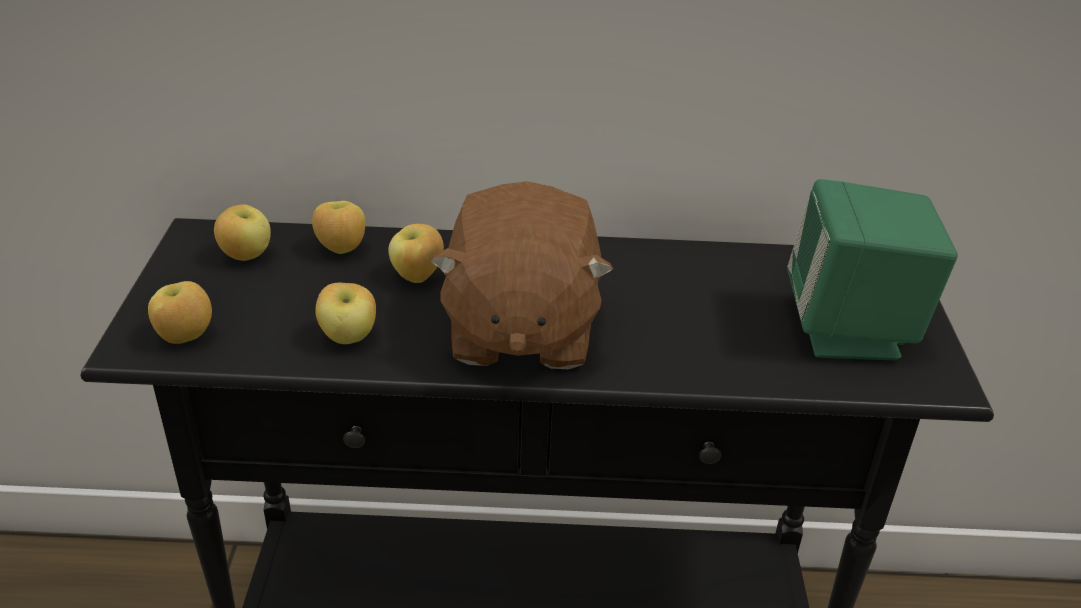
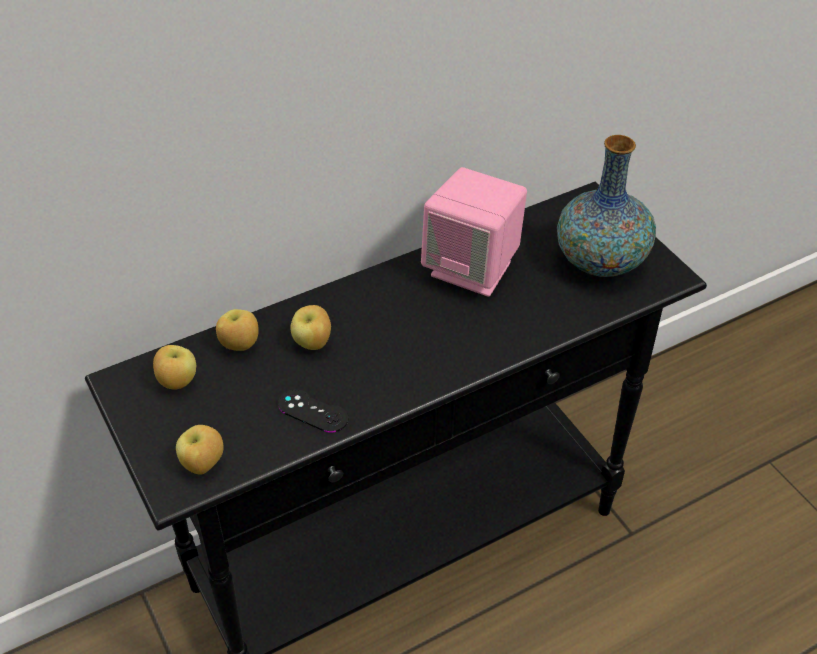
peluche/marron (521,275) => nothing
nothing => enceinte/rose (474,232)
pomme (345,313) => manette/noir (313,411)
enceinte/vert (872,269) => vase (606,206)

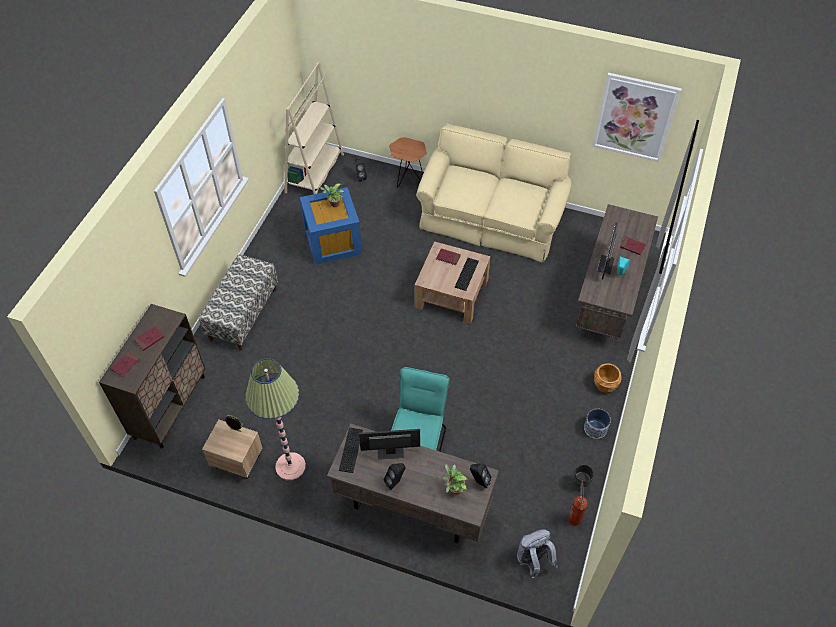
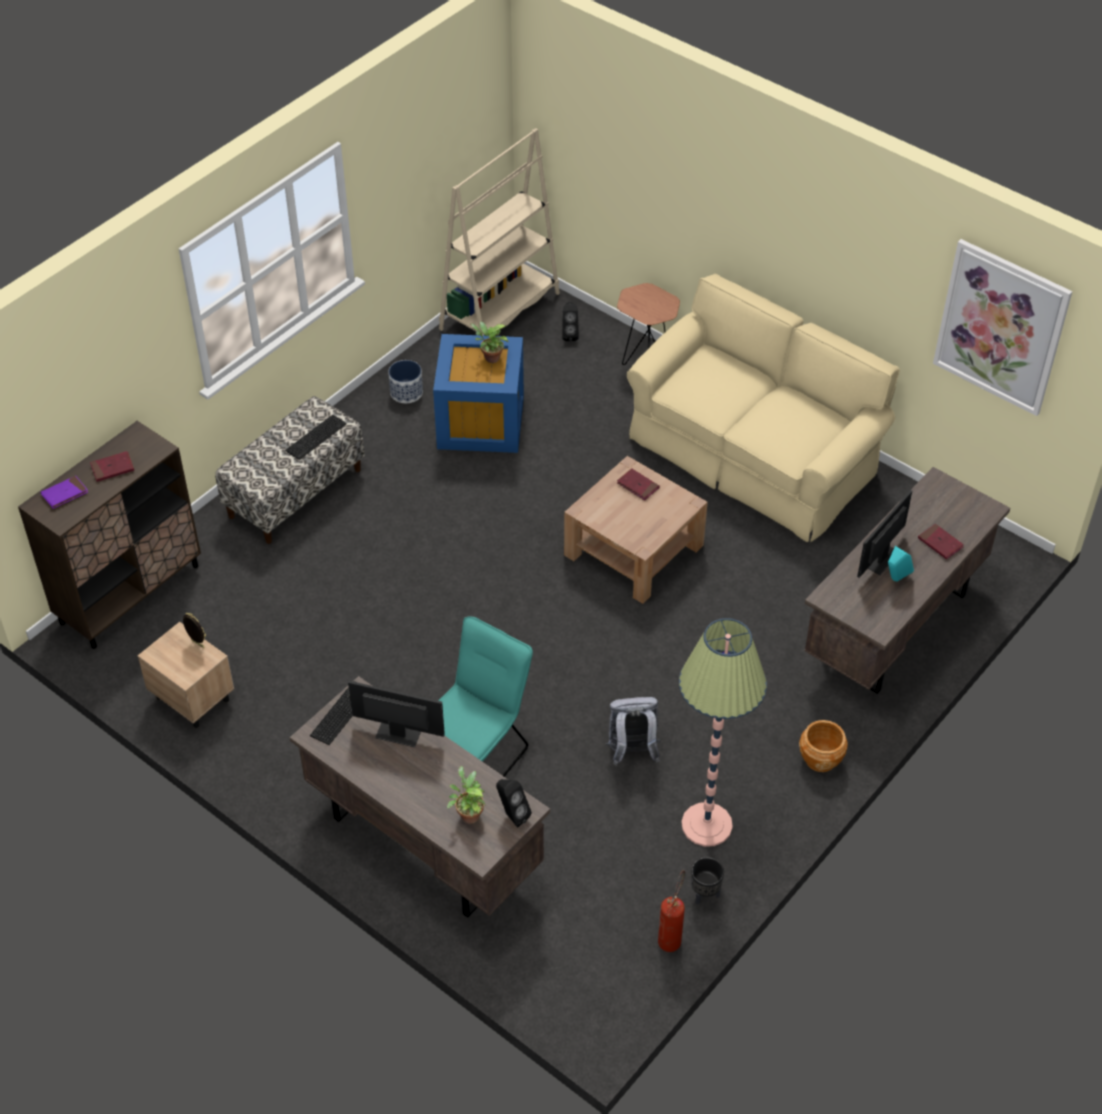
enceinte/noir (394,476) => nothing
lampadaire (275,419) => lampadaire (723,732), moved
clavier (467,274) => clavier (315,437), moved
sac à dos/gris (537,554) => sac à dos/gris (633,731), moved
cache-pot (597,424) => cache-pot (405,381), moved
livre/rouge (125,364) => livre/violet (64,492)

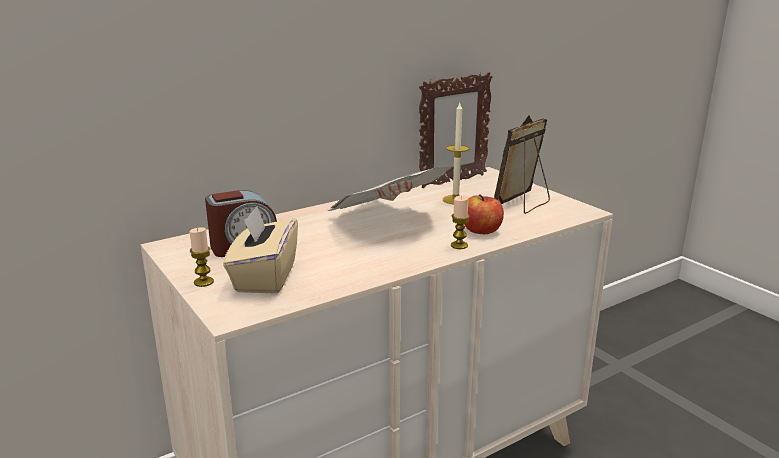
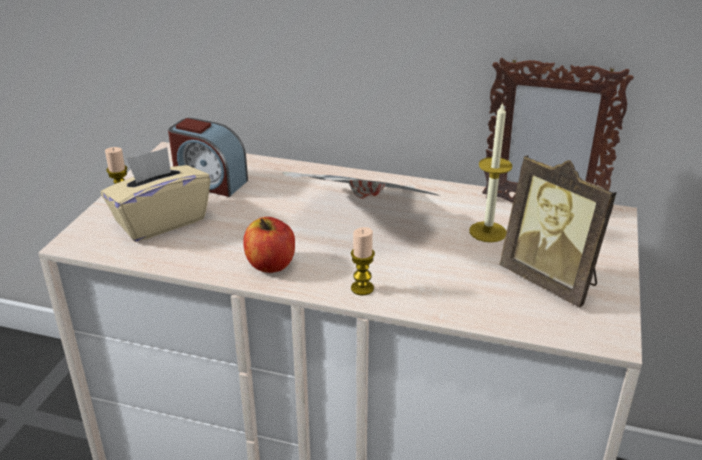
pomme (484,214) => pomme (269,245), moved
cadre photo (522,164) => cadre photo (558,231), 135 degrees counterclockwise

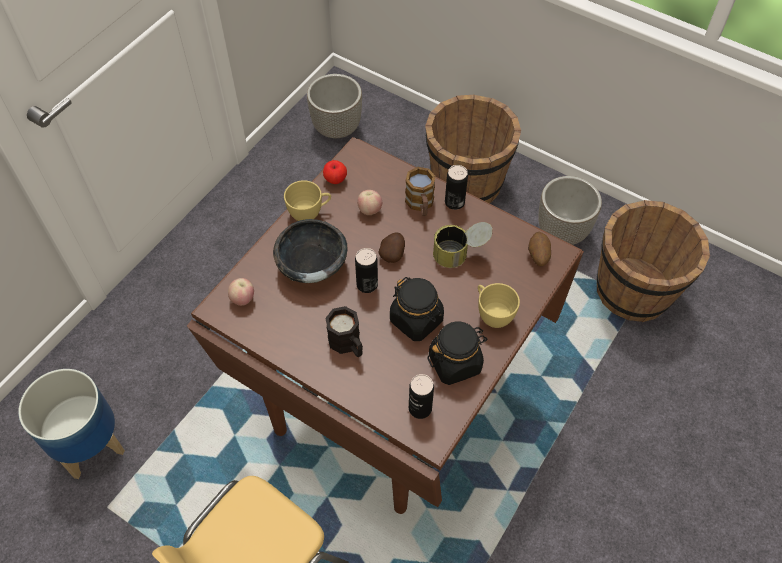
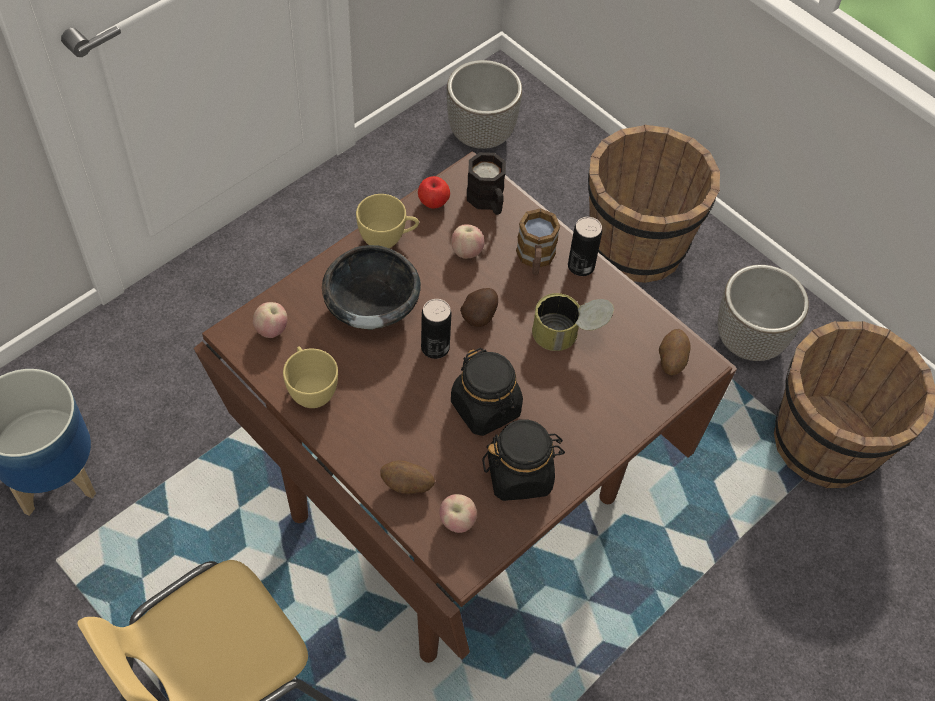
nothing => pomme de terre (407,477)
mug/noir (344,331) => mug/noir (486,183), moved
tasse/jaune (499,305) => tasse/jaune (310,377), moved
boîte métallique (421,396) => pomme (458,513)

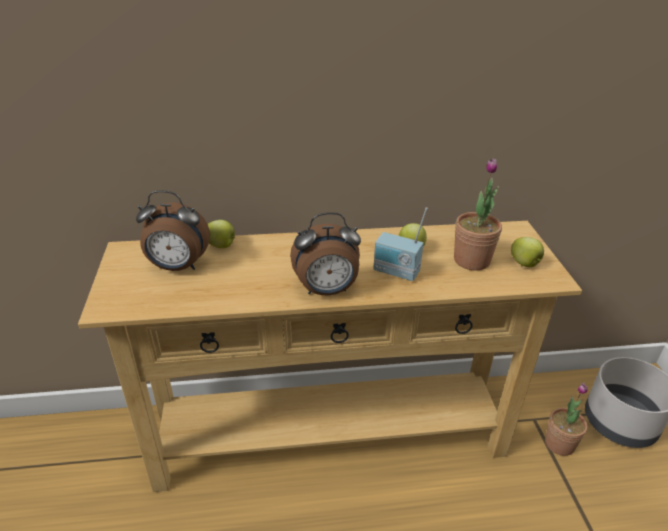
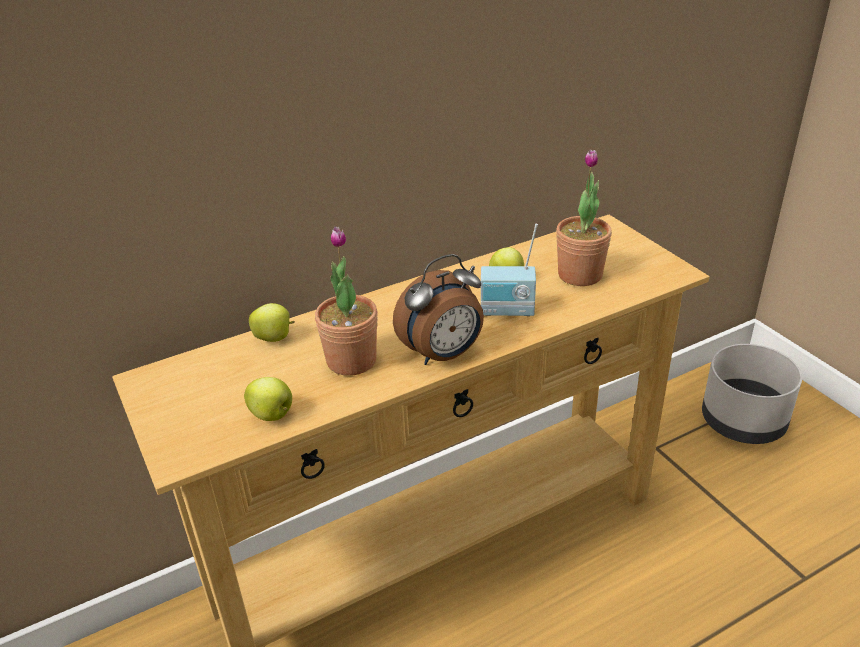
réveil (173,230) => nothing
pomme (527,252) => pomme (268,399), moved
plante en pot (566,419) => plante en pot (346,301), moved

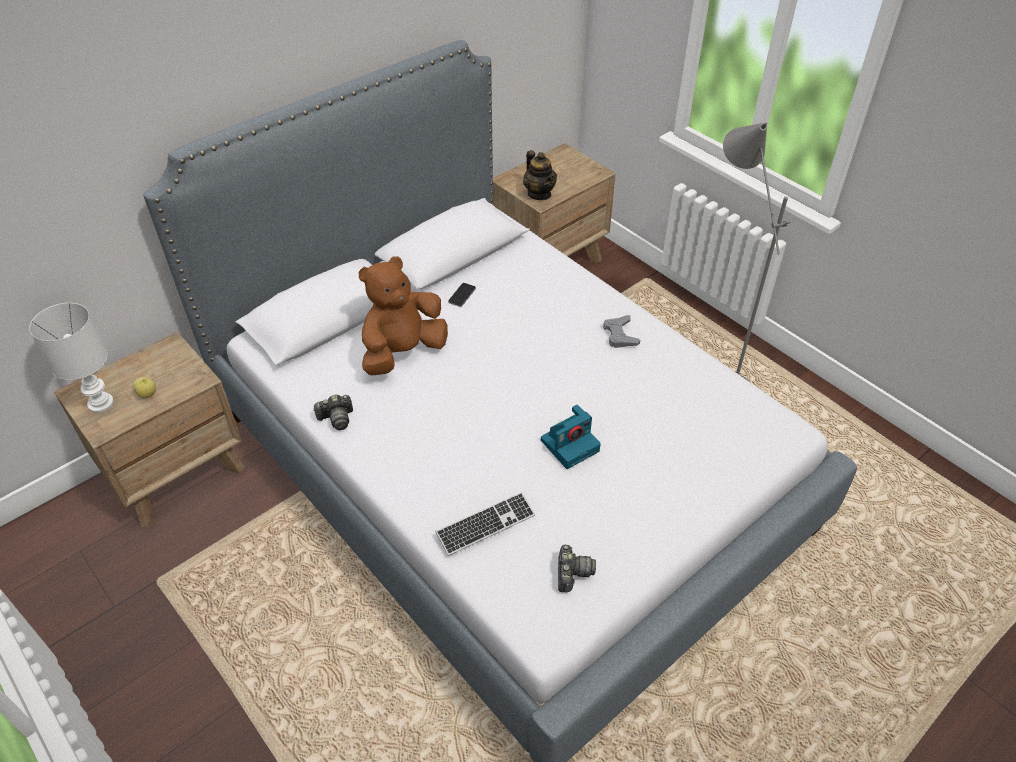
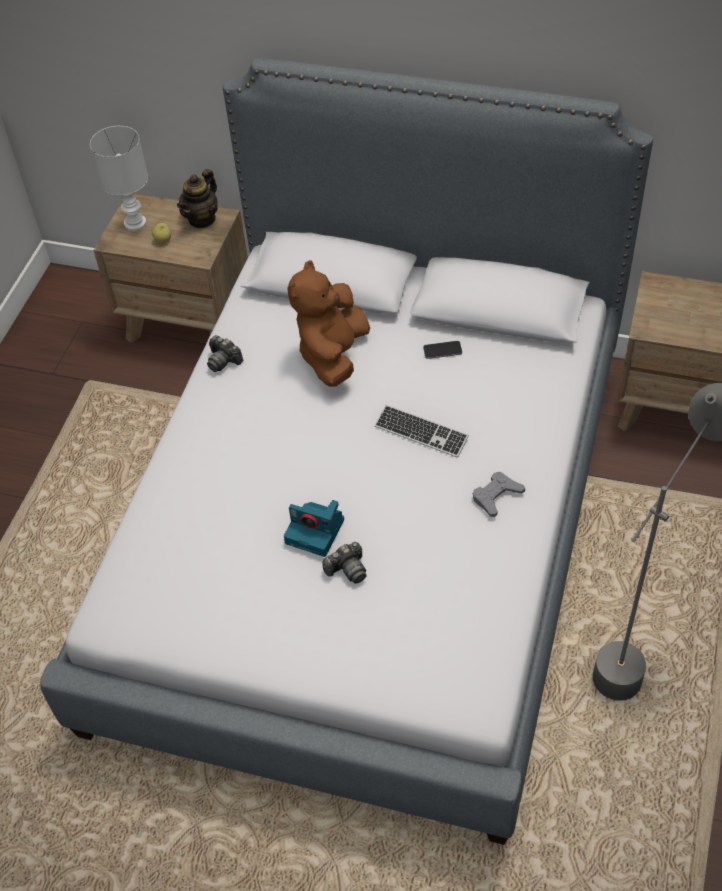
clavier (485,524) => clavier (422,431), moved
théière (540,175) => théière (197,198), moved
appareil photo (577,568) => appareil photo (344,563), moved
peluche/marron (403,316) => peluche/marron (328,323), 90 degrees counterclockwise

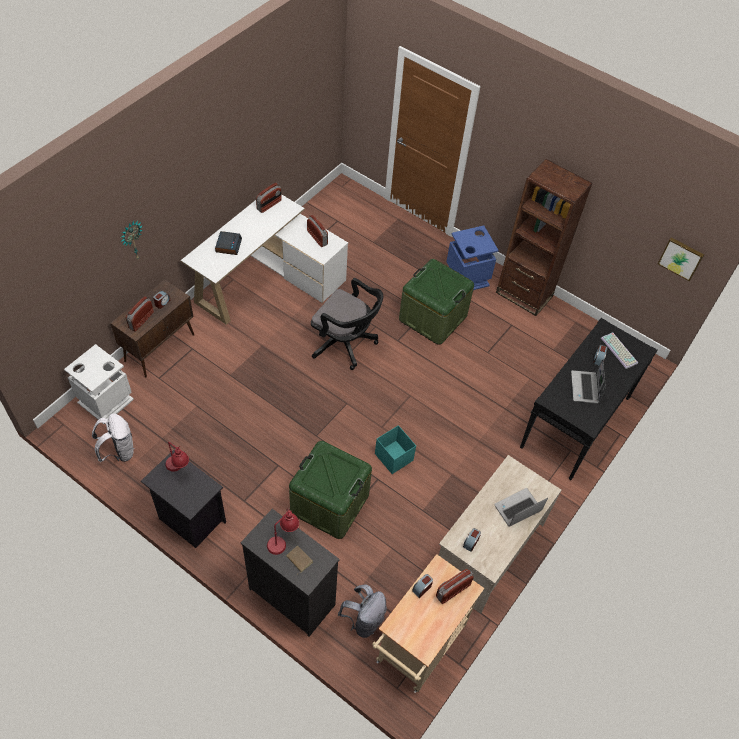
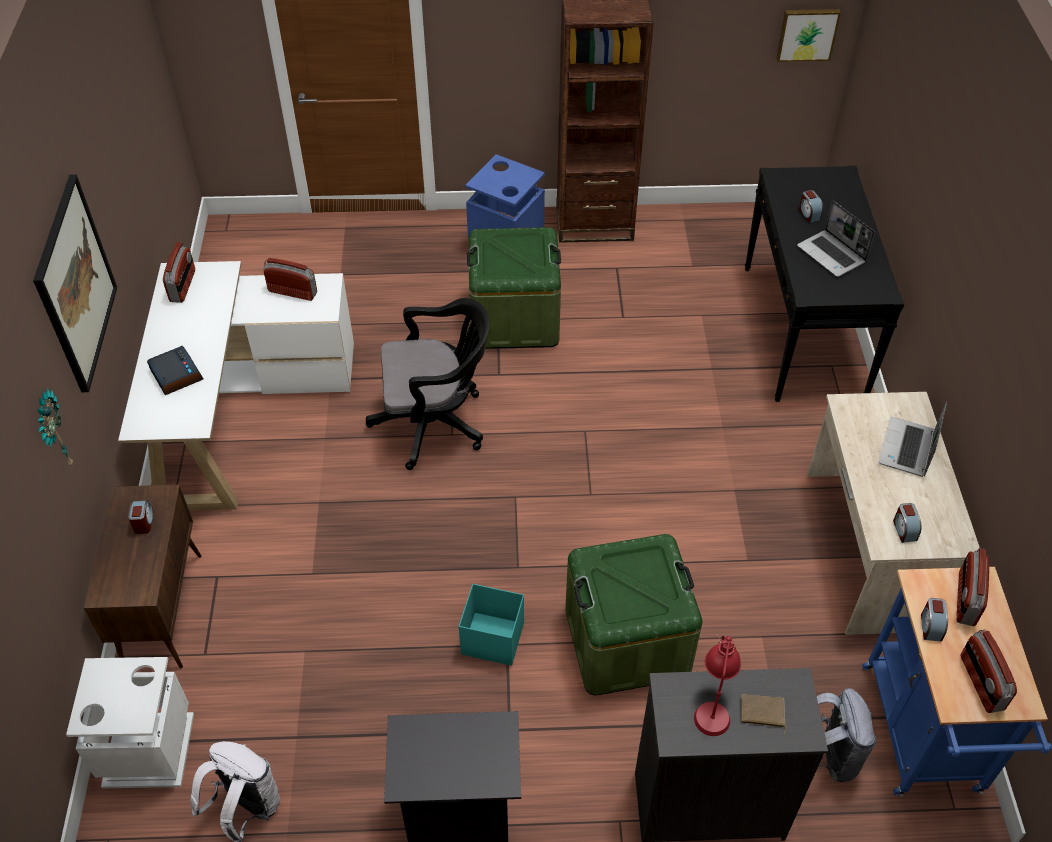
lampe de table/rouge (177,457) => nothing
clavier (619,350) => nothing
nothing => tableau (75,283)
radio (140,313) => radio (989,671), moved
boîte de rangement/turquoise (395,449) => boîte de rangement/turquoise (491,625), moved
chariot/beige (428,623) => chariot/bleu (957,682)

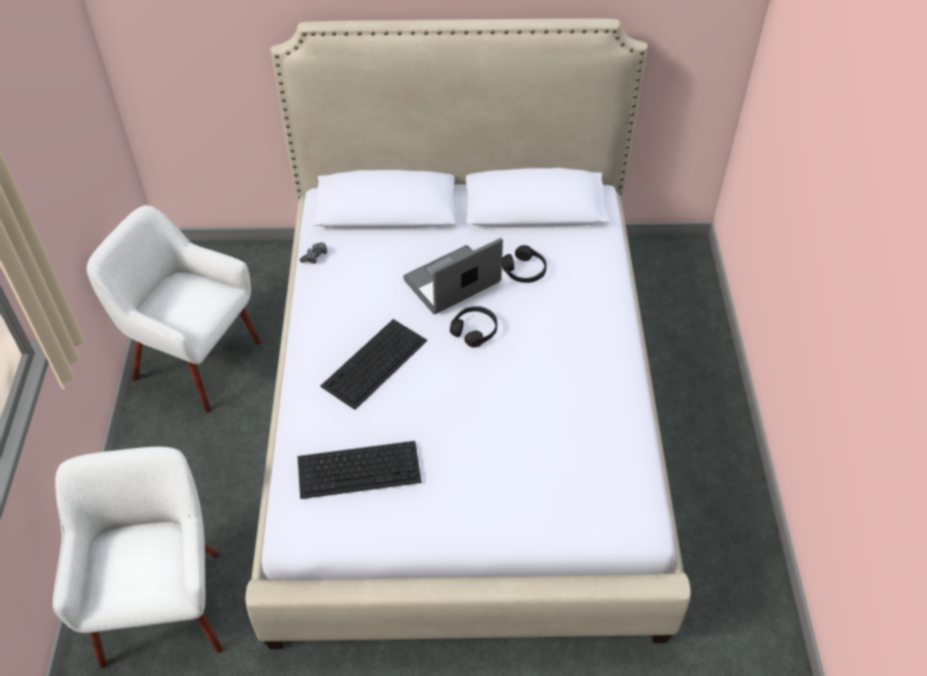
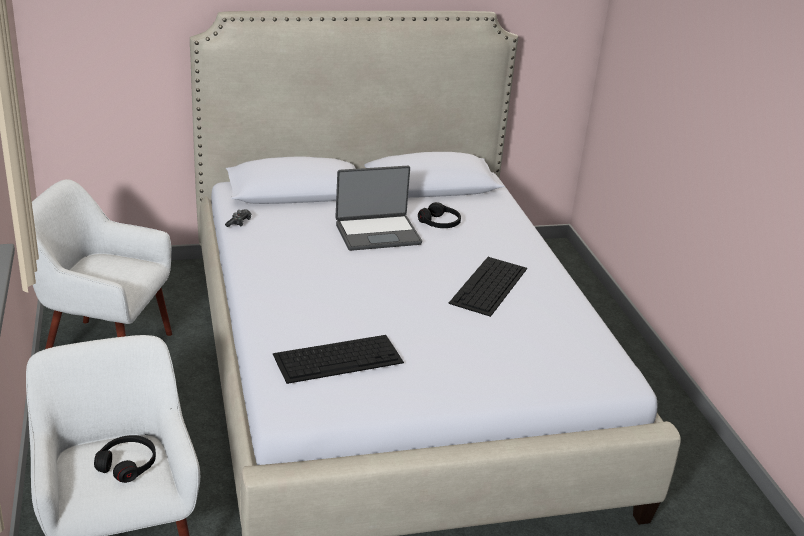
clavier (373,364) => clavier (487,287), moved
casque audio/noir (473,327) => casque audio/noir (125,459), moved
ordinateur portable (453,276) => ordinateur portable (378,208), 150 degrees counterclockwise

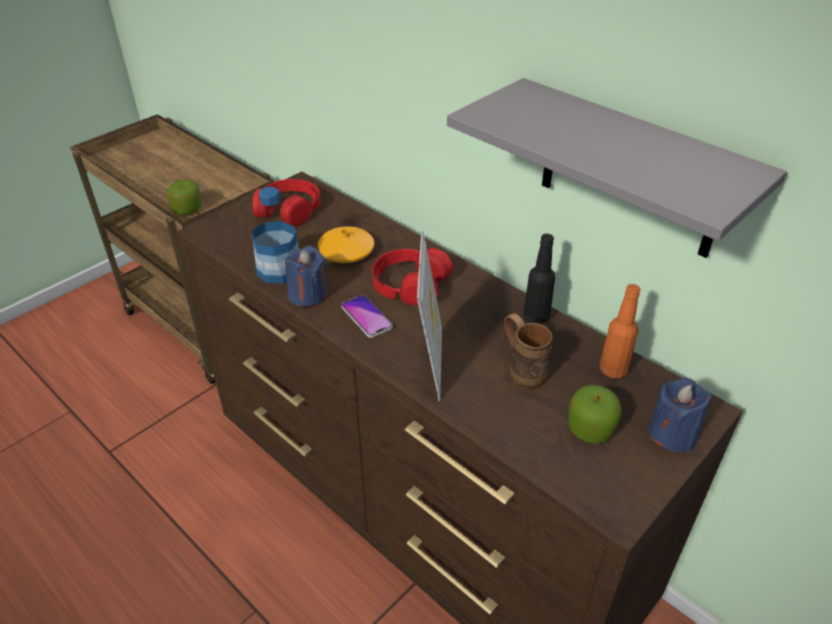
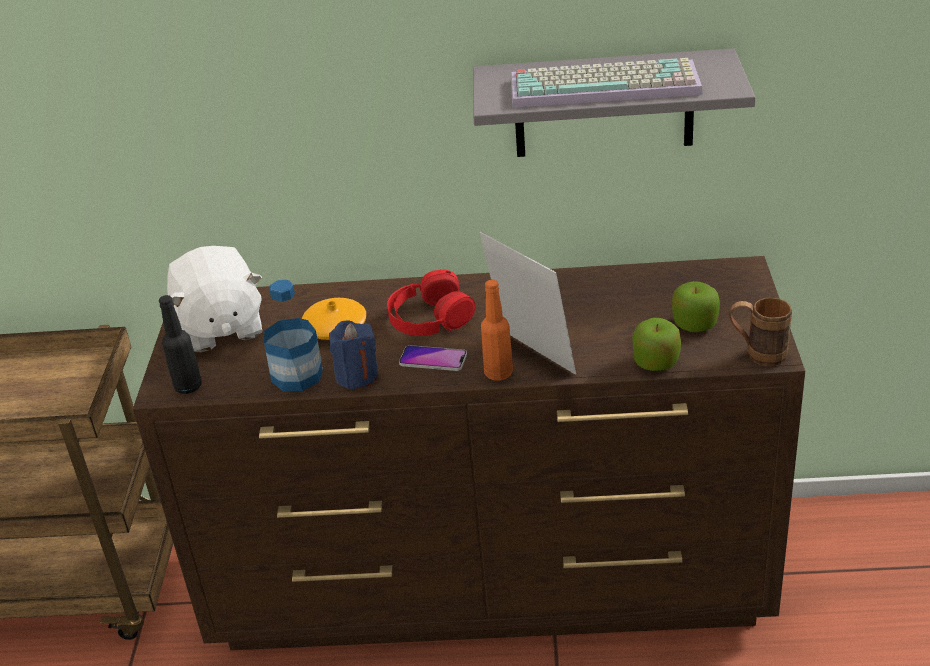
bougie/bleu (680,415) => nothing
nothing => clavier (607,83)
pomme (184,197) => pomme (656,344), moved
mug/marron (528,351) => mug/marron (761,332), moved
bouteille/noir (539,278) => bouteille/noir (180,344), moved
bouteille/orange (620,331) => bouteille/orange (497,330), moved
casque audio/rouge (286,203) => peluche/blanc (214,299)

